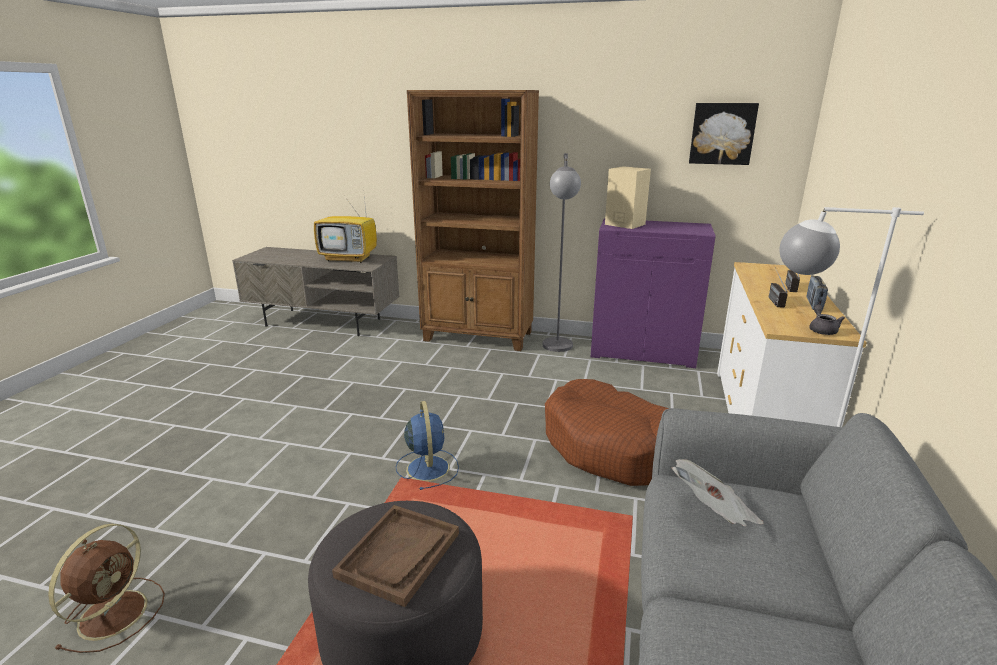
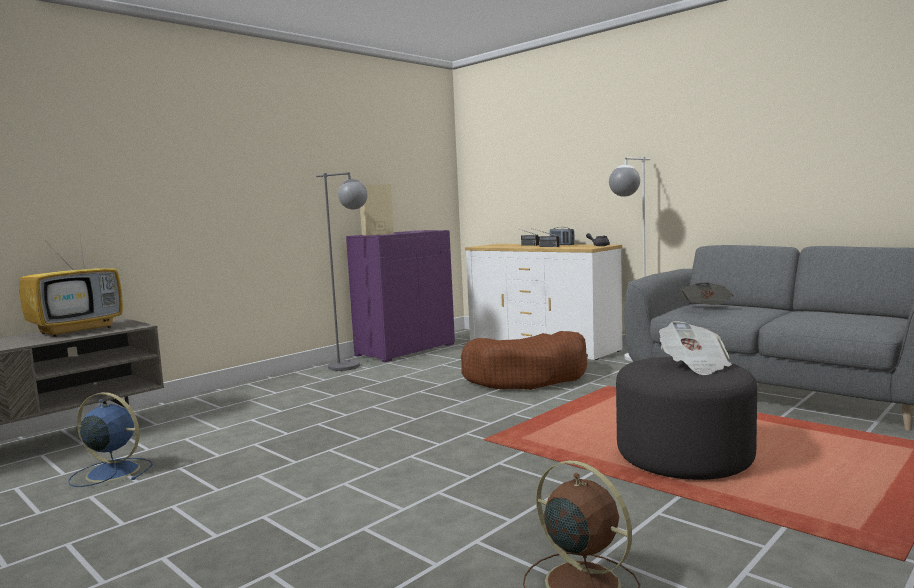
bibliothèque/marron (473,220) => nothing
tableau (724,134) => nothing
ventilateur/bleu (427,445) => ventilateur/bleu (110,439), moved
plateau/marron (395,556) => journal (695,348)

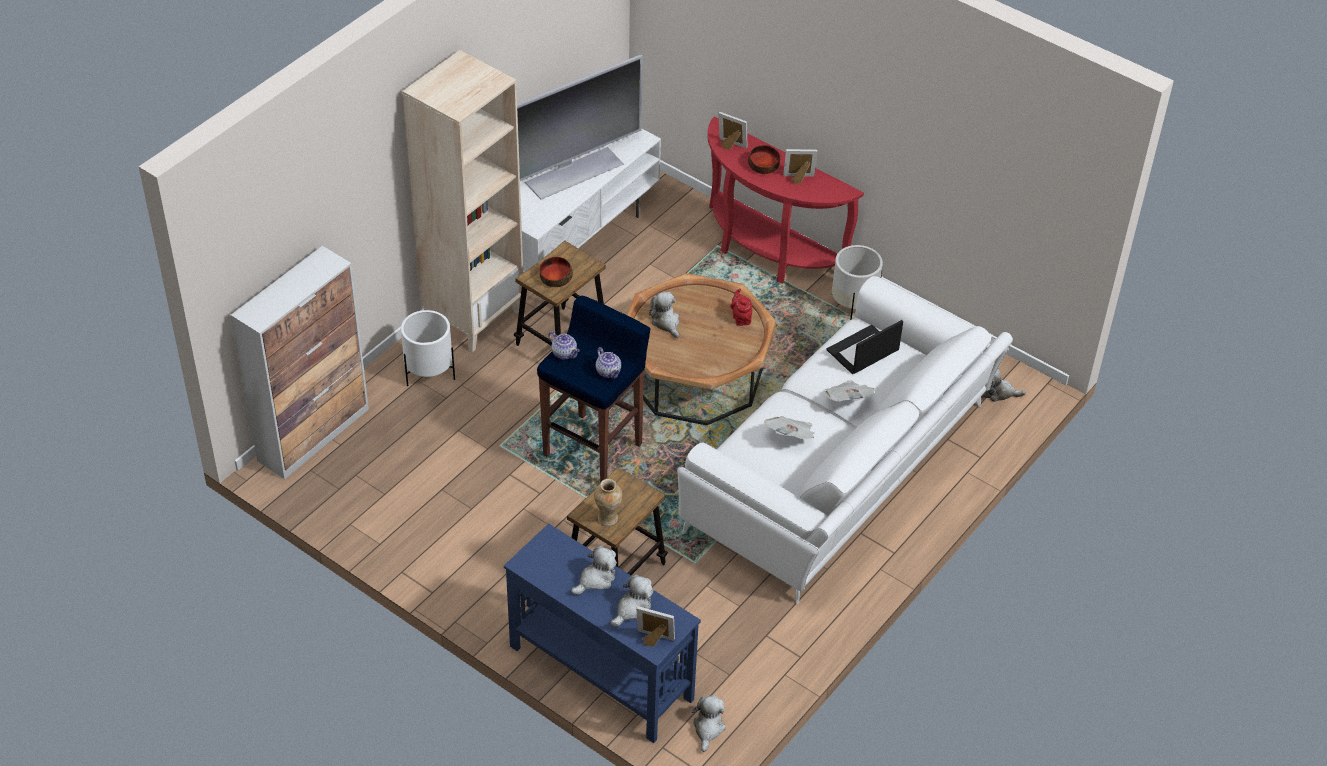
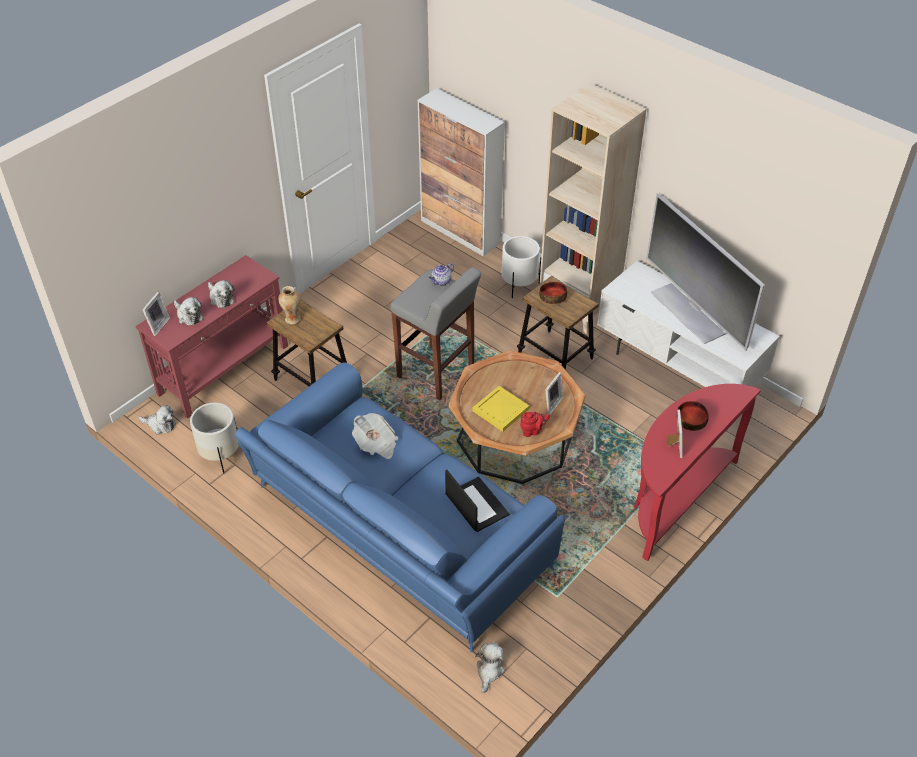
théière (608,363) => nothing
peluche (664,315) => nothing
journal (850,390) => nothing
nothing => plateau/jaune (501,409)
cadre photo (733,131) => cadre photo (554,393), moved
cache-pot/blanc (857,282) => cache-pot/blanc (214,438), moved
table console/bleu (602,633) => table console/rouge (212,337)
tabouret/bleu (593,389) => tabouret/gris (435,333)
canapé/blanc (845,440) => canapé/bleu (400,507)

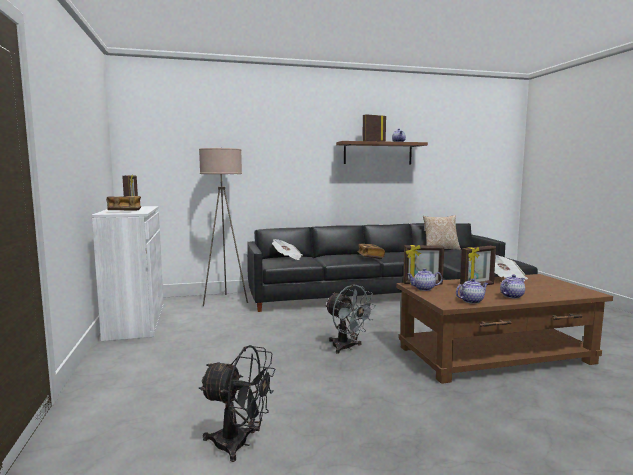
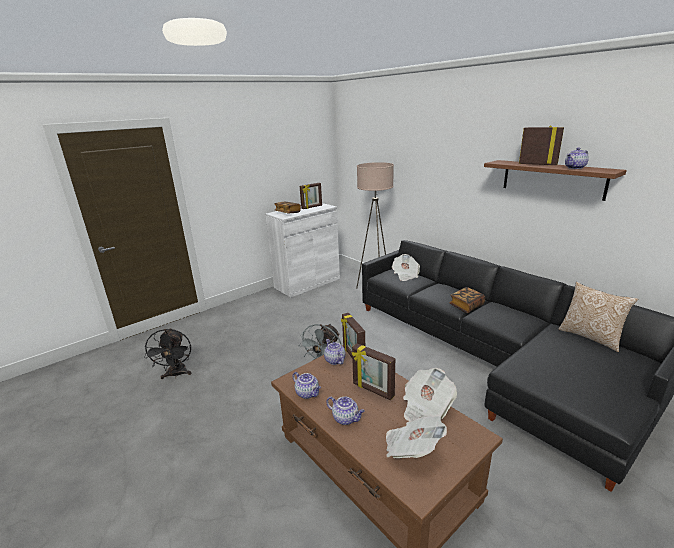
nothing => journal (416,437)

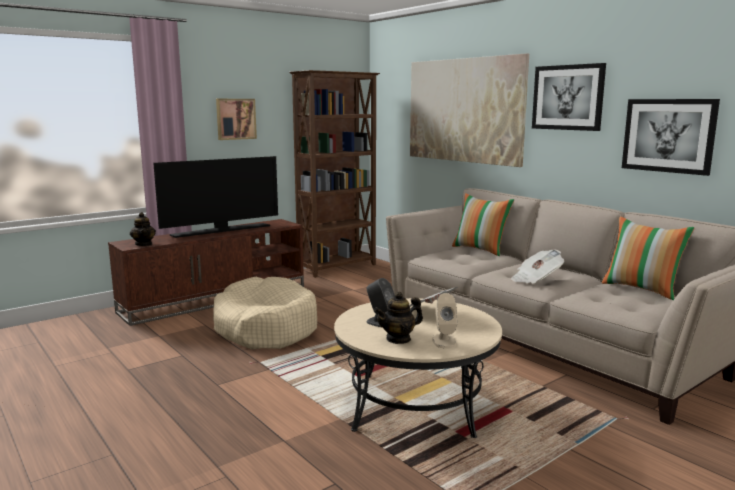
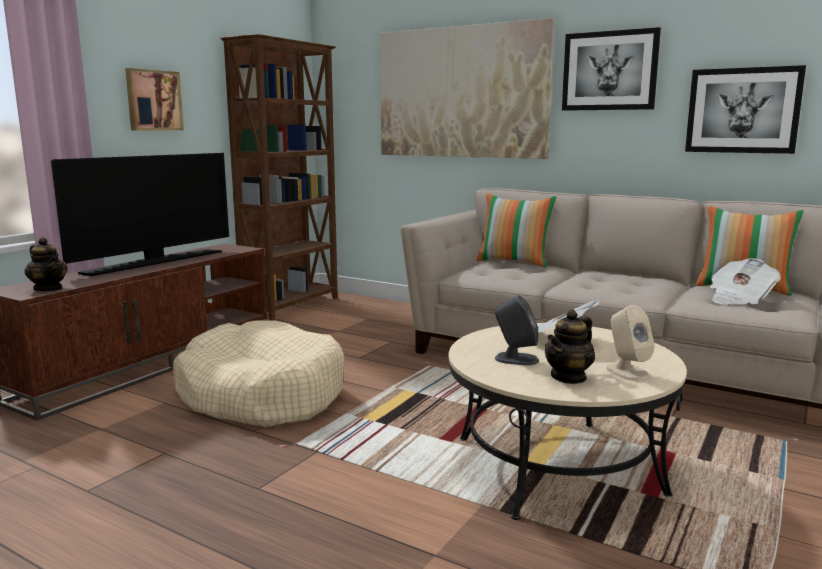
journal (537,267) => journal (745,281), moved

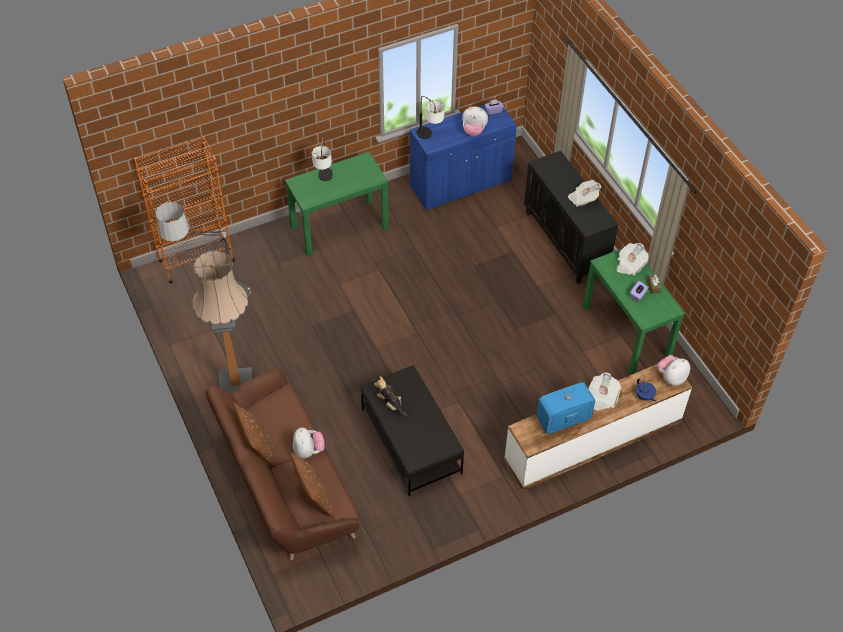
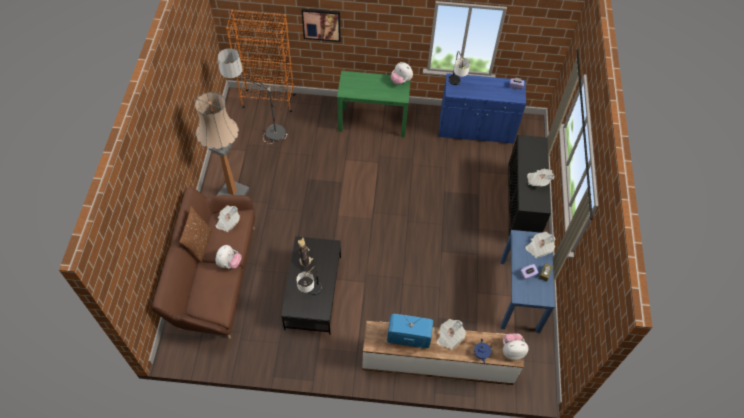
coussin/marron (313,485) => nothing
nothing => journal (228,219)
nothing => tableau (321,25)
lampe de table (322,159) => lampe de table (309,280), moved
peluche (475,121) => peluche (402,73), moved
table console/vert (634,311) => table console/bleu (528,281)

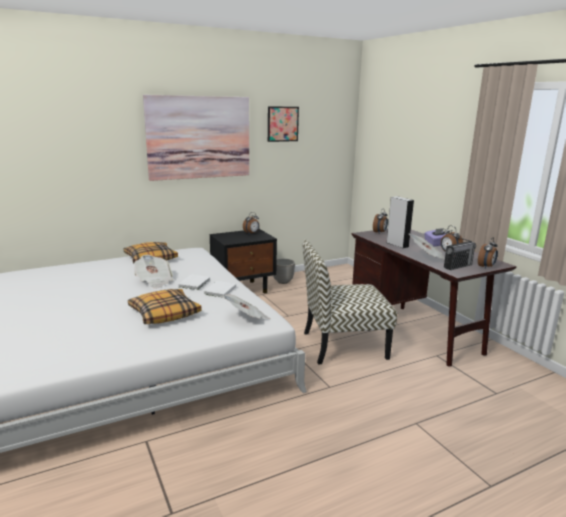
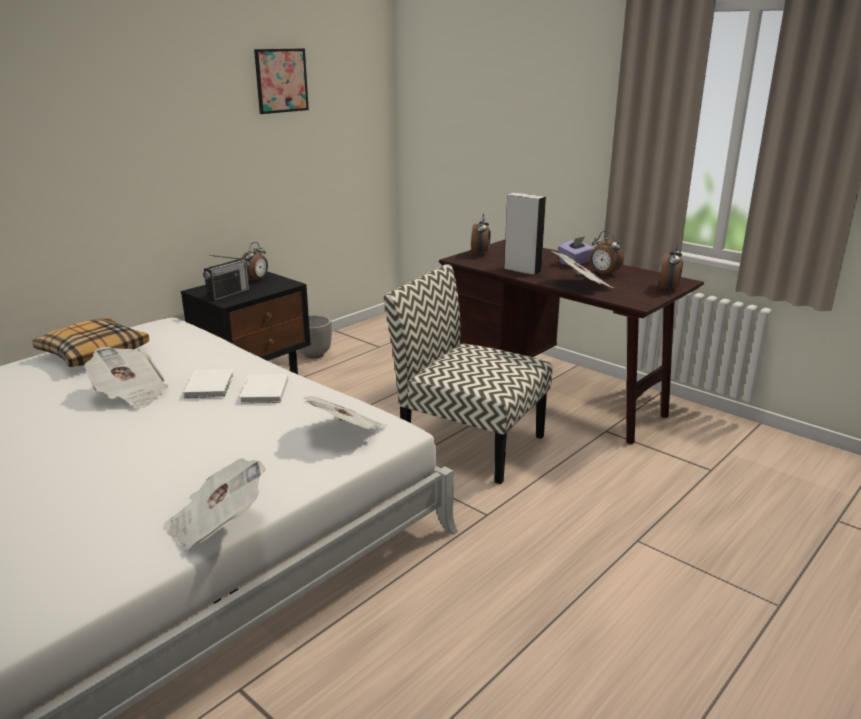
coussin (165,306) => nothing
tableau (196,138) => nothing
nothing => journal (214,504)
radio (460,253) => radio (226,278), moved
chaise (350,302) => chaise (468,374), 60 degrees clockwise

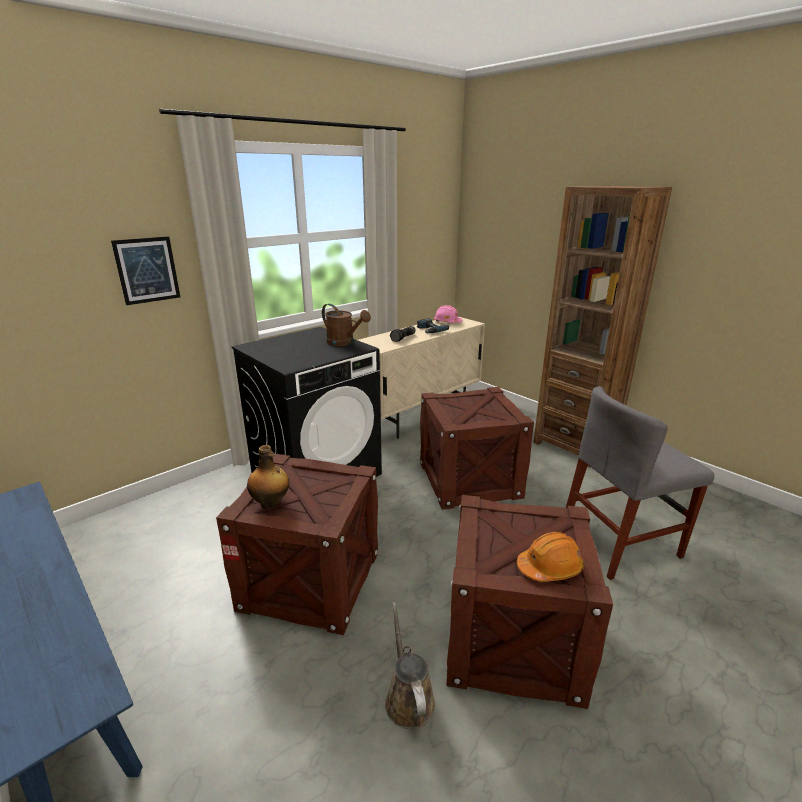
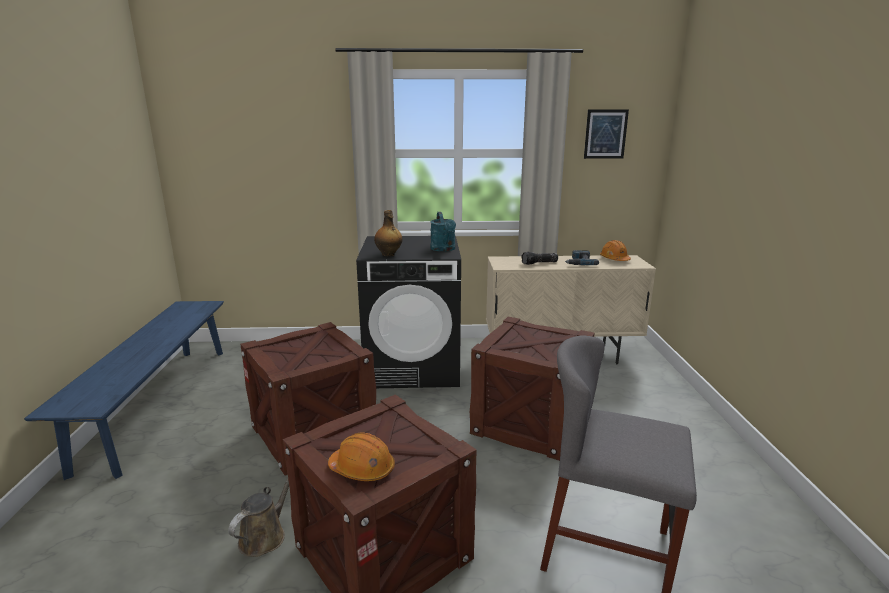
bibliothèque/marron (602,327) => nothing
tableau (145,270) => tableau (606,134), moved
bouteille (268,477) => bouteille (388,233), moved
arrosoir/marron (346,325) => arrosoir/turquoise (443,232)
casque de chantier/rose (448,314) => casque de chantier/orange (615,250)

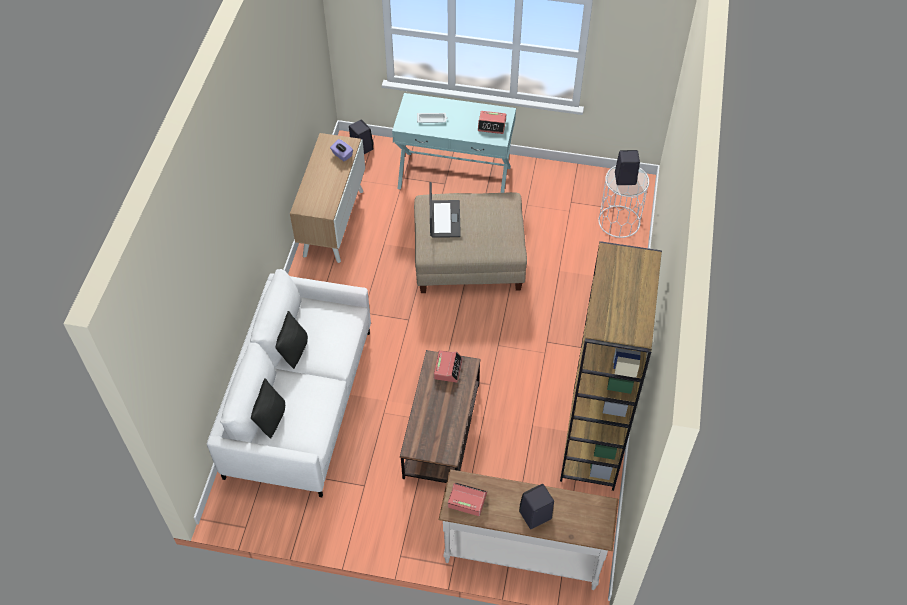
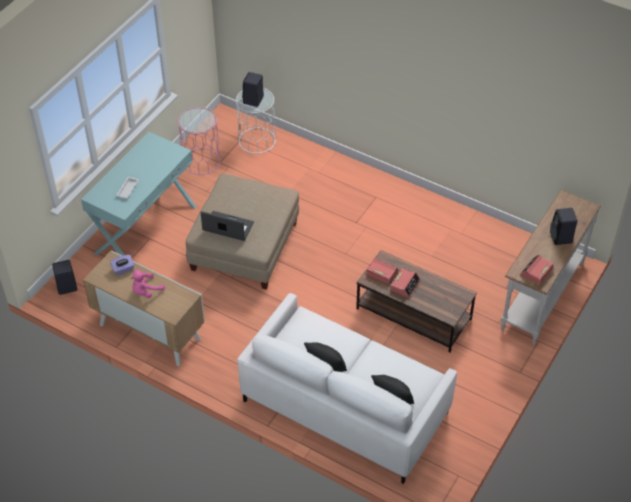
bibliothèque/marron (611,366) => nothing
nothing => peluche/rose (148,284)
nothing => table d'appoint/rose (199,141)
réveil (492,122) => réveil (405,283), moved

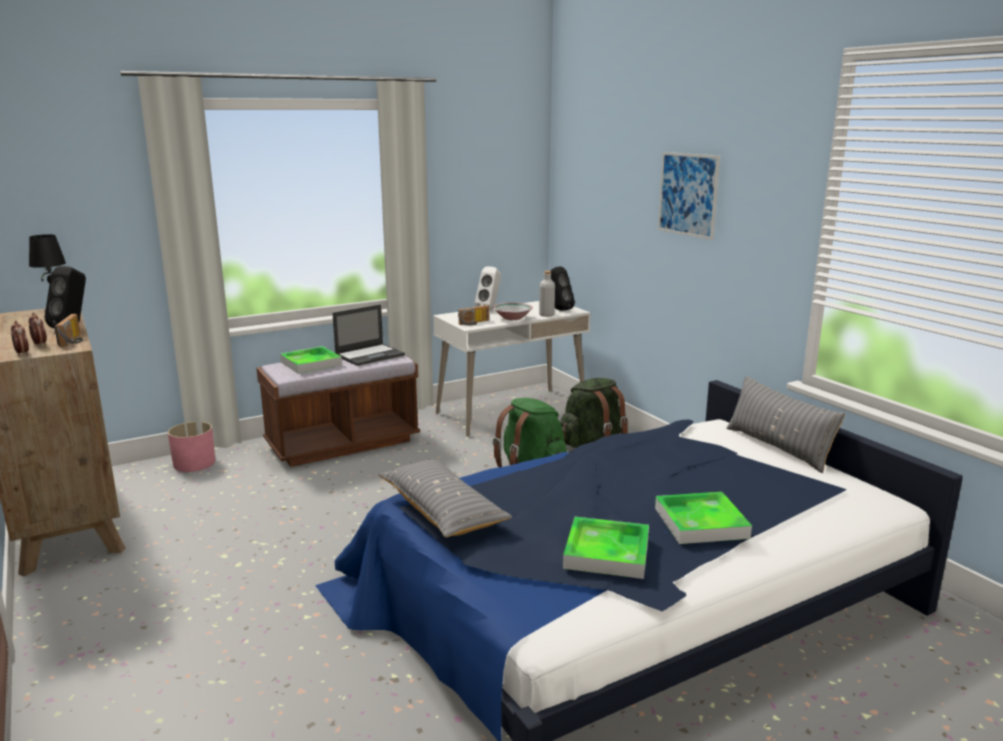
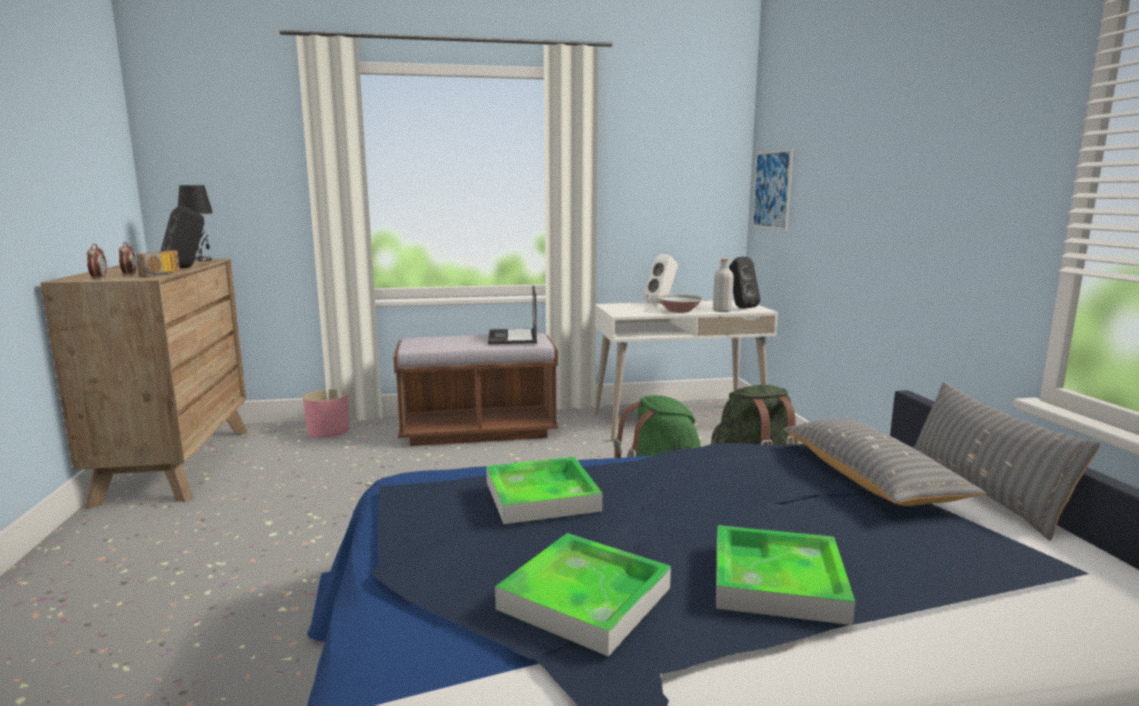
radio (473,315) => nothing
plateau (311,360) => plateau (544,490), moved
coussin/gris (445,498) => coussin/gris (884,462), moved
tableau (689,196) => tableau (772,189), moved
ordinateur portable (369,335) => ordinateur portable (512,314), 105 degrees clockwise

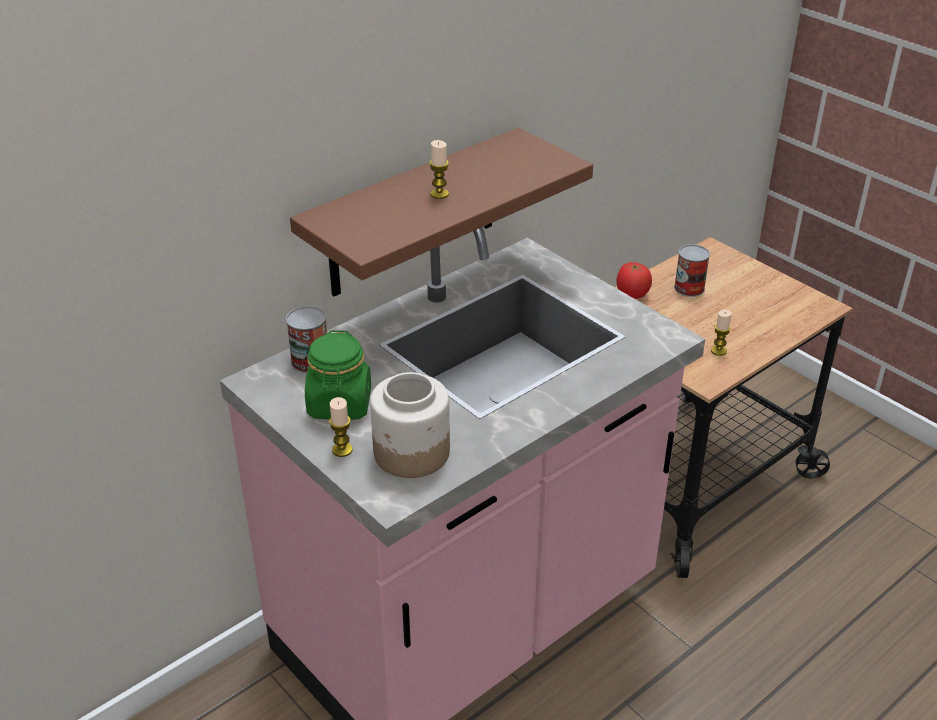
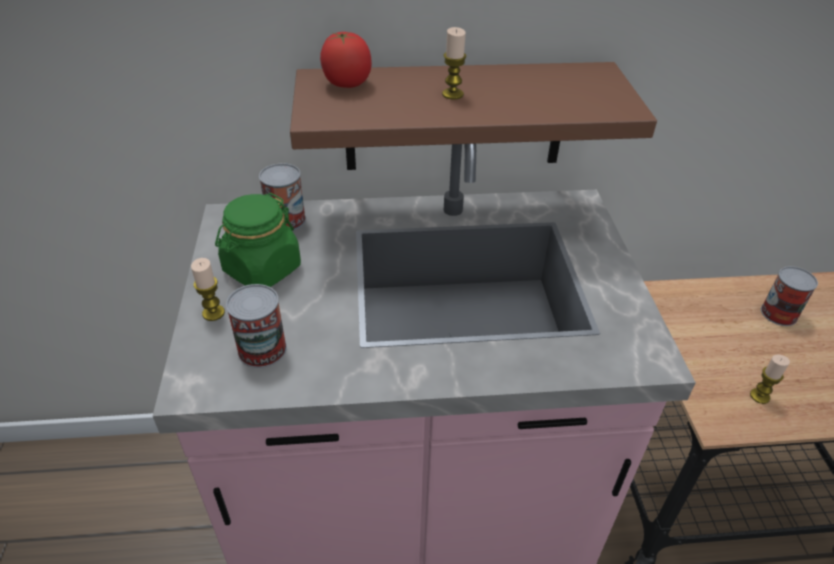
tomate (634,280) => tomate (346,60), moved
bocal (410,425) => boîte métallique (256,326)

